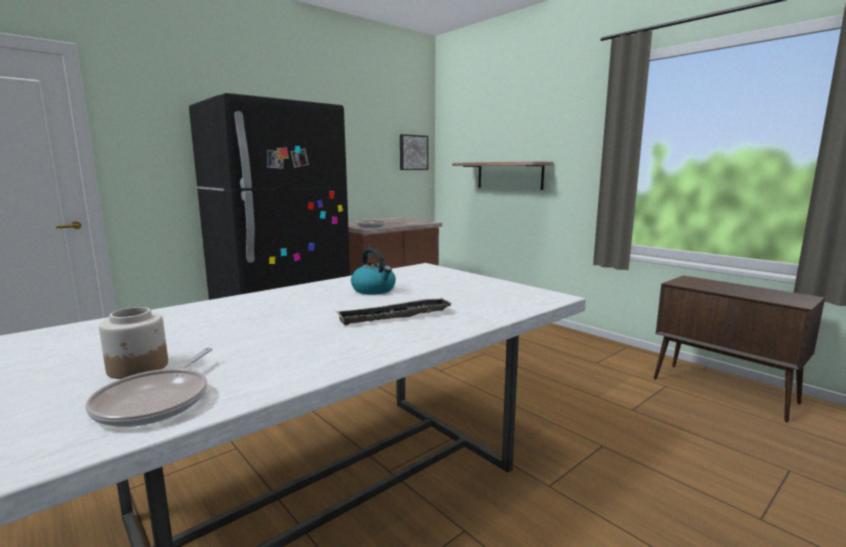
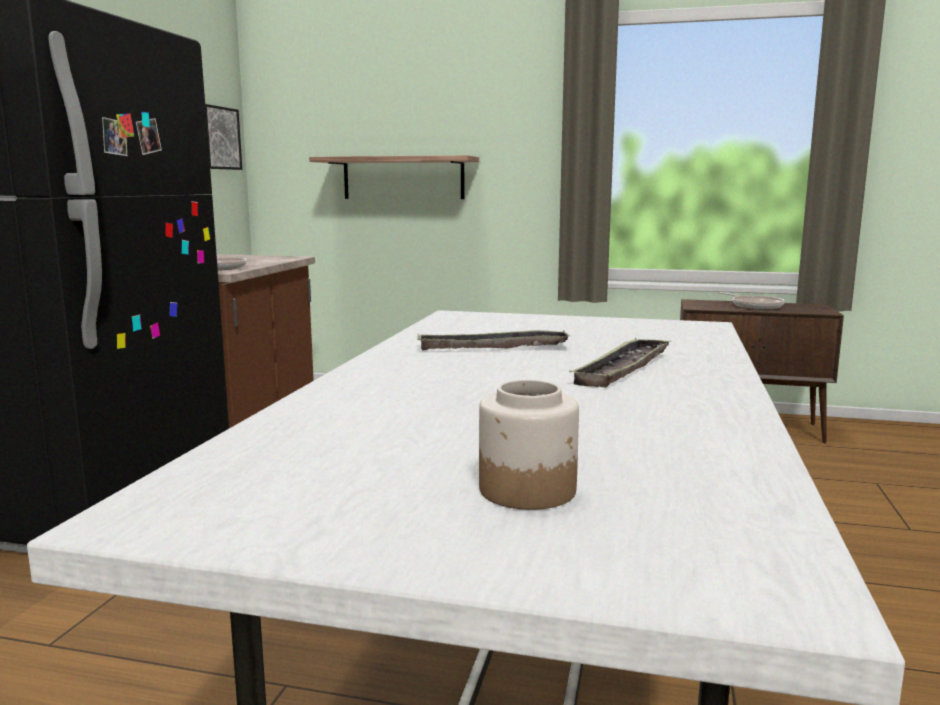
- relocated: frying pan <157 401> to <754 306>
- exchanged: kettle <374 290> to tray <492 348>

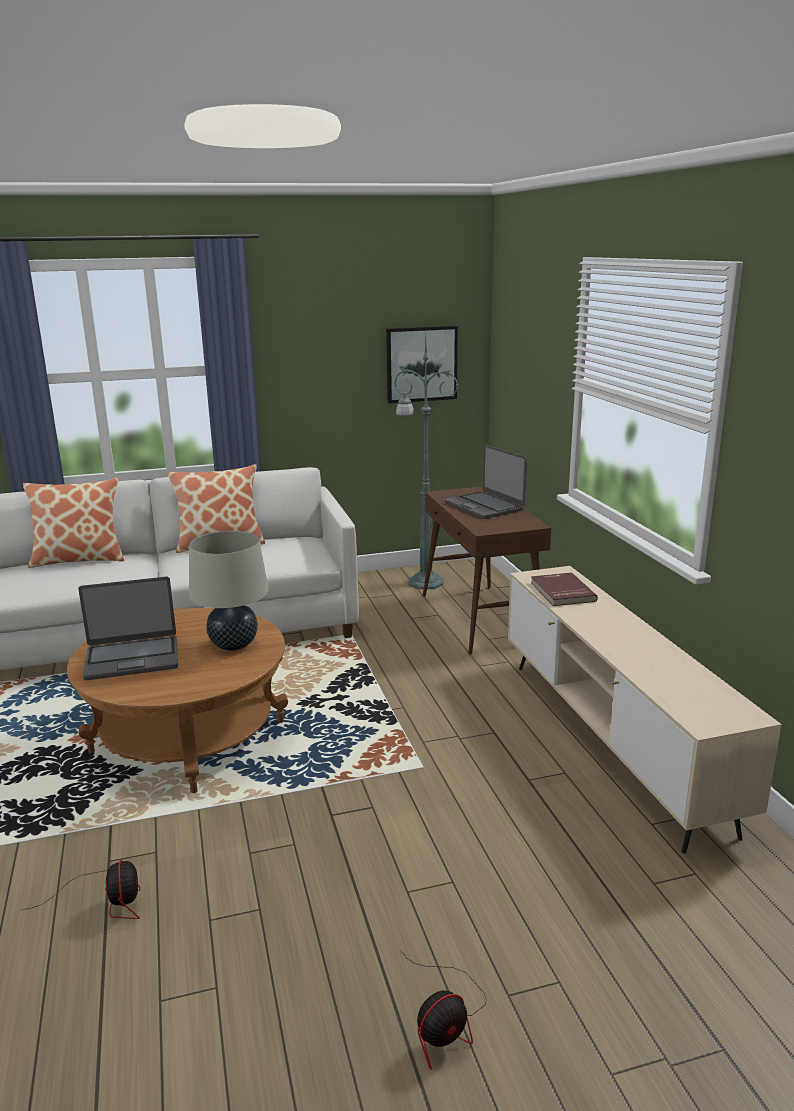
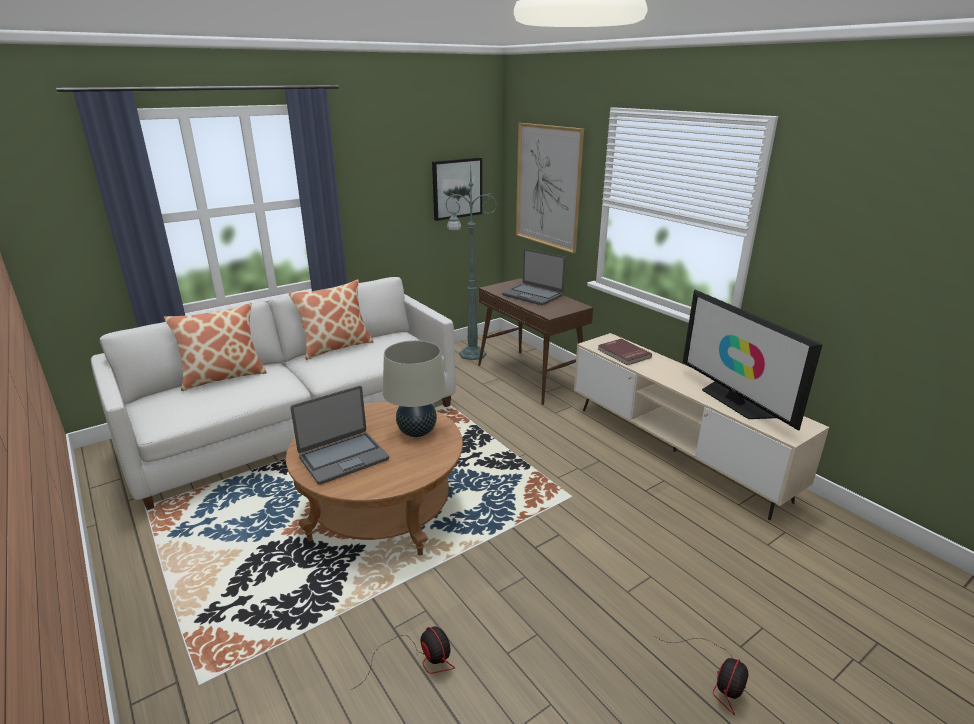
- appeared: picture <548 186>
- appeared: television <734 401>

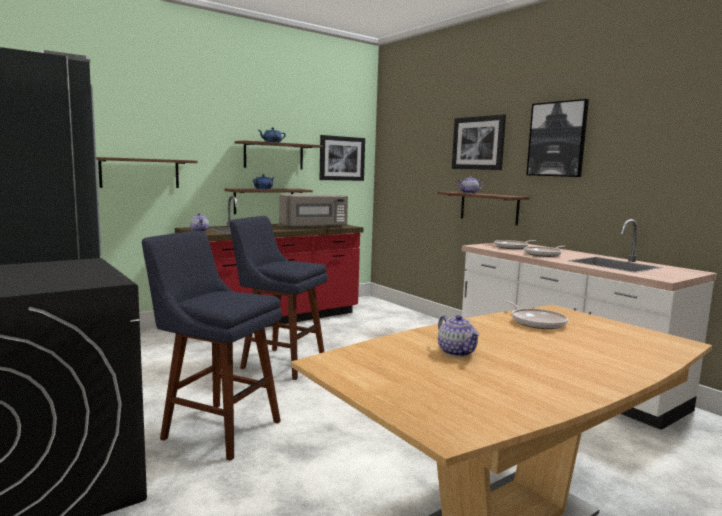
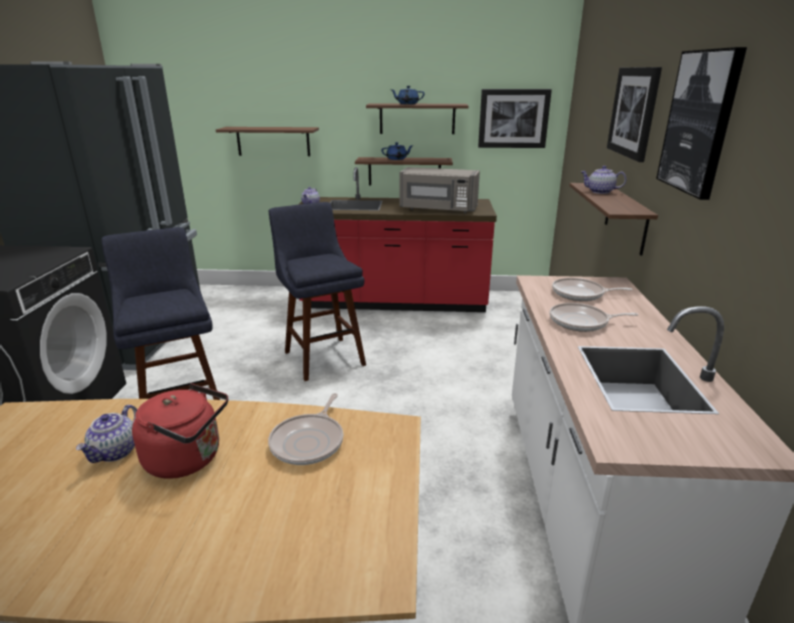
- appeared: kettle (red) <188 459>

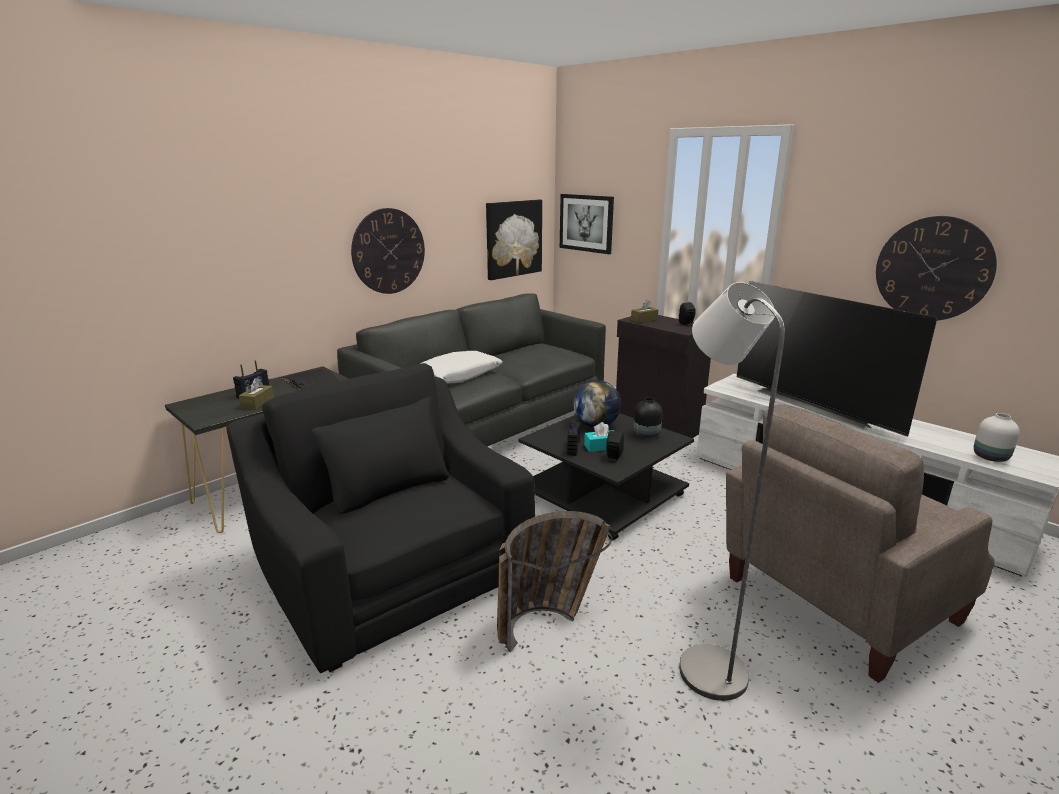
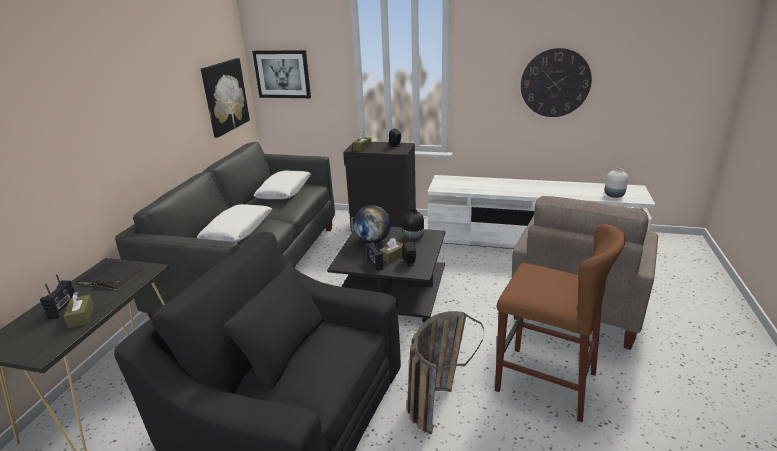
- missing: wall clock <388 251>
- colour: tissue box (turquoise) <601 446> to tissue box (brown) <393 256>
- exchanged: floor lamp (grey) <703 664> to stool (brown) <545 382>
- missing: television <816 405>
- appeared: pillow (white) <285 191>

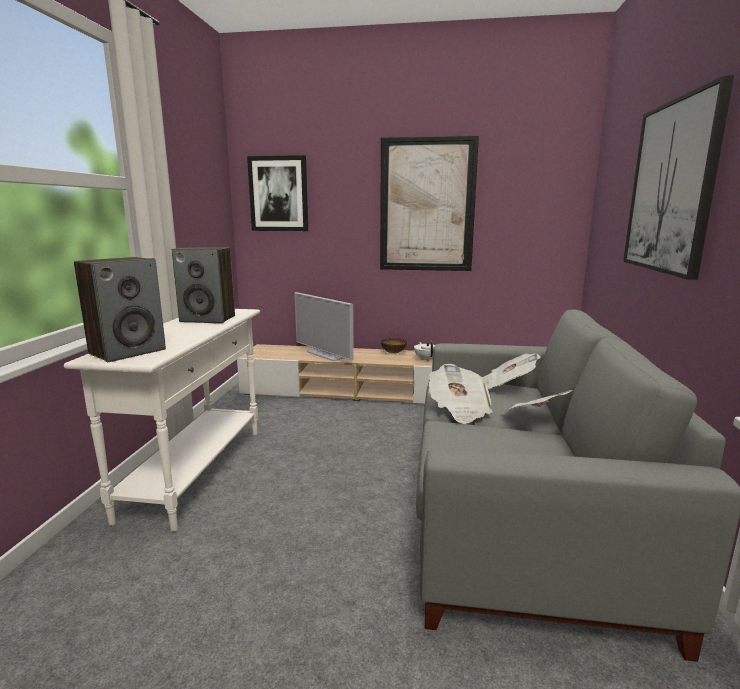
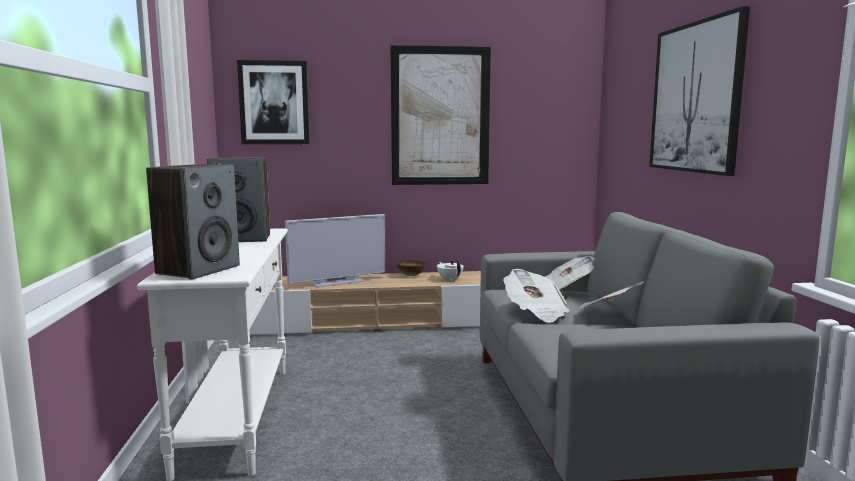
- spun: television <325 354> = <337 282> 60 degrees counterclockwise

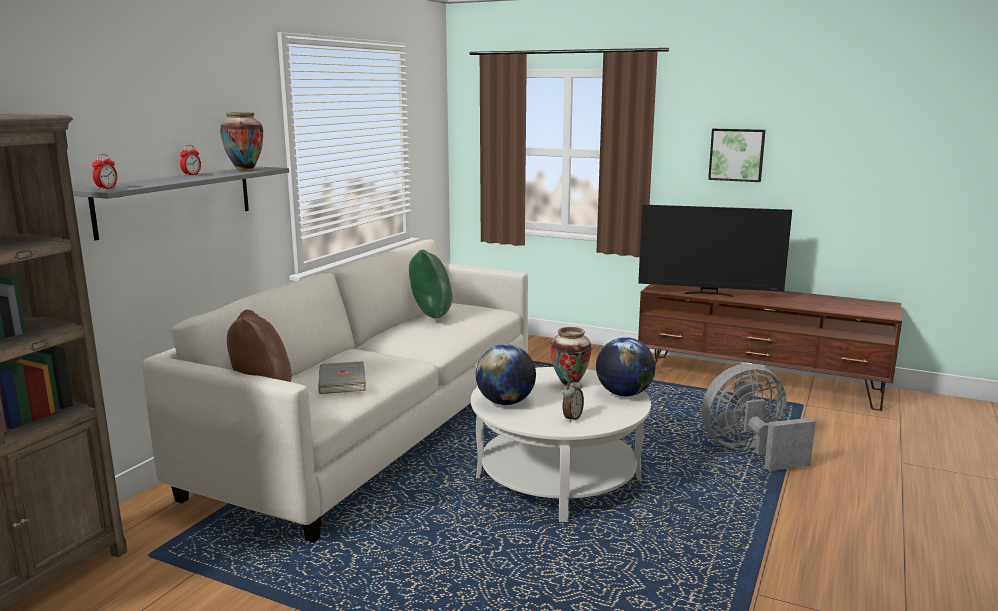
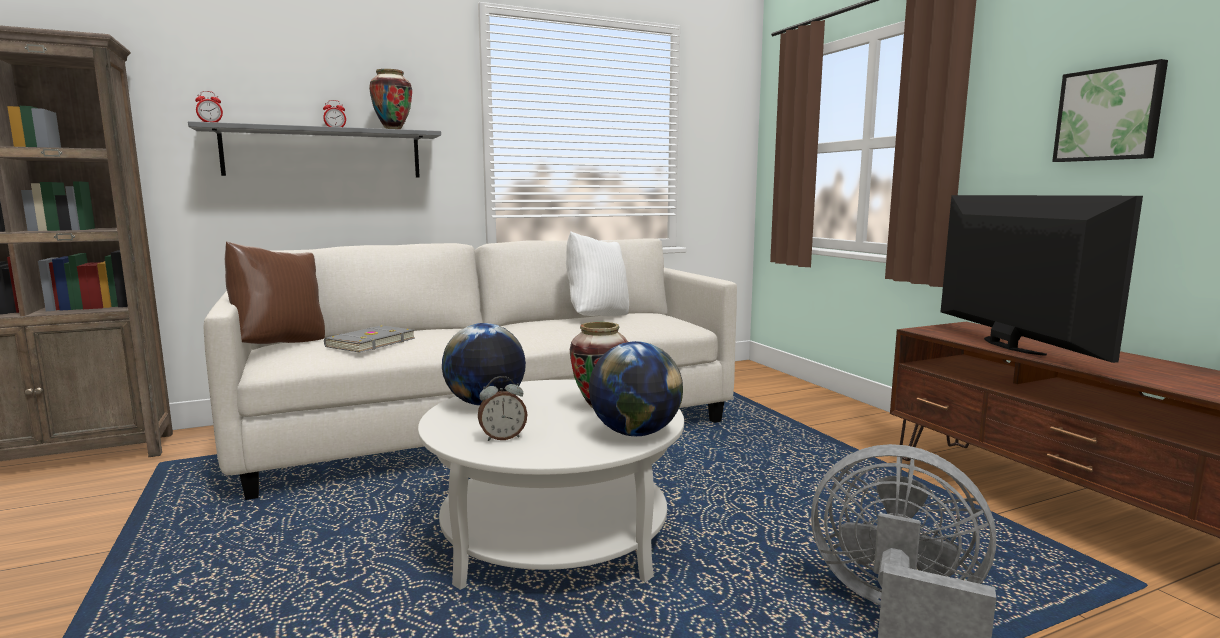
- colour: pillow (green) <429 317> to pillow (white) <597 317>
- spun: television <709 294> = <1007 346> 150 degrees counterclockwise

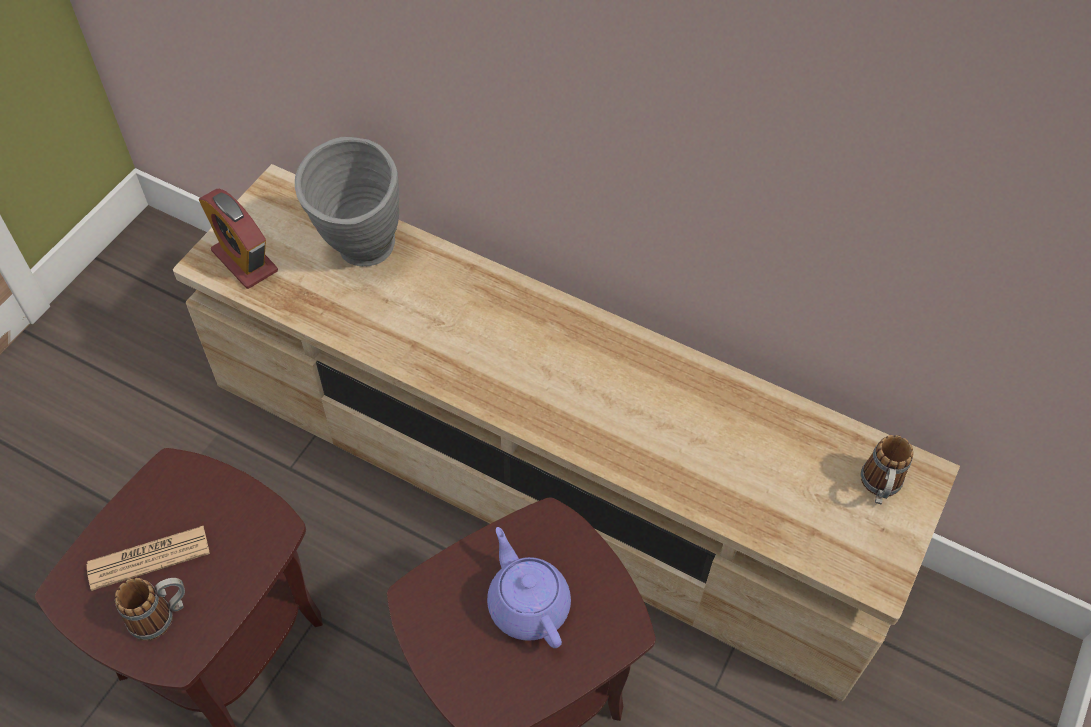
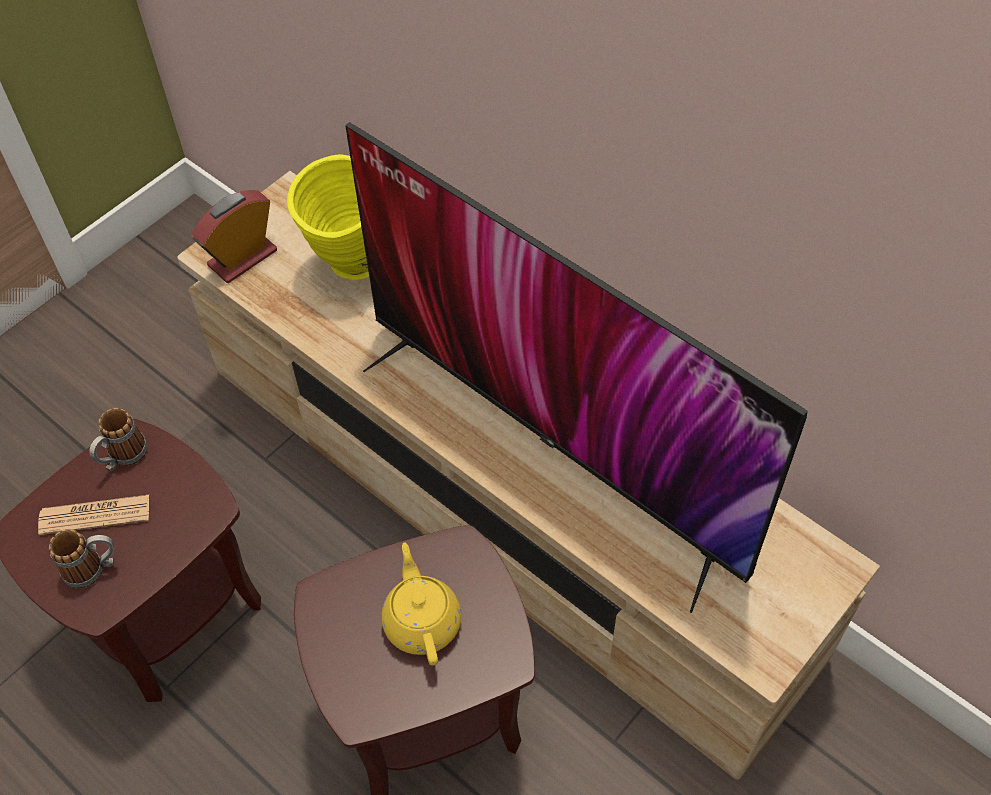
- spun: alarm clock <244 261> = <242 258> 75 degrees clockwise
- colour: vase (grey) <360 255> to vase (yellow) <349 268>
- colour: teapot (purple) <527 604> to teapot (yellow) <422 621>
- relocated: mug <879 488> to <123 457>
- appeared: television <556 443>

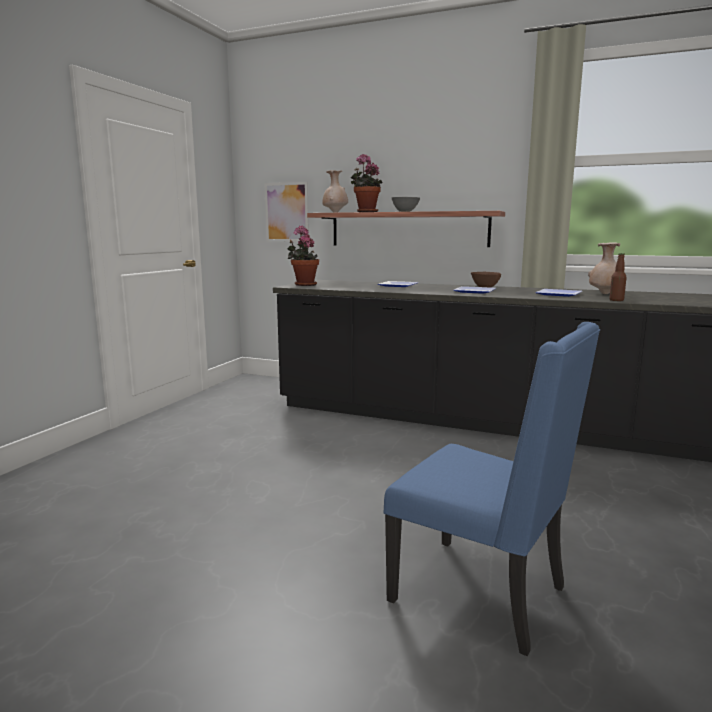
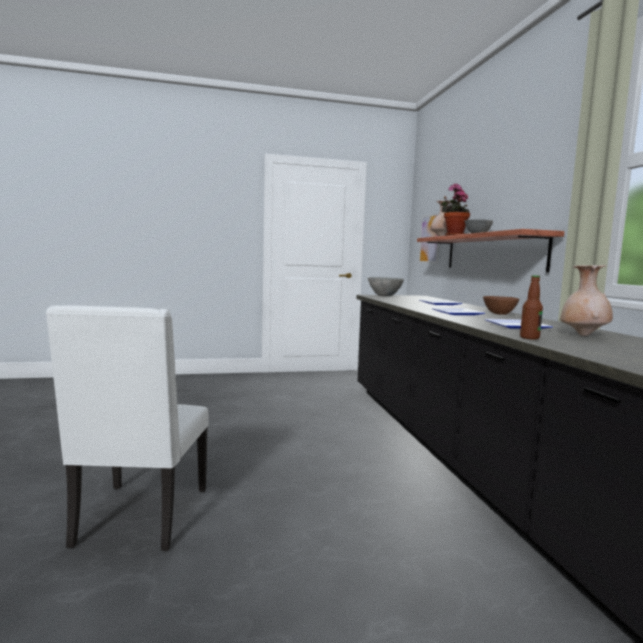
- exchanged: potted plant <304 285> to bowl (grey) <384 296>
- colour: chair (blue) <482 594> to chair (white) <140 517>

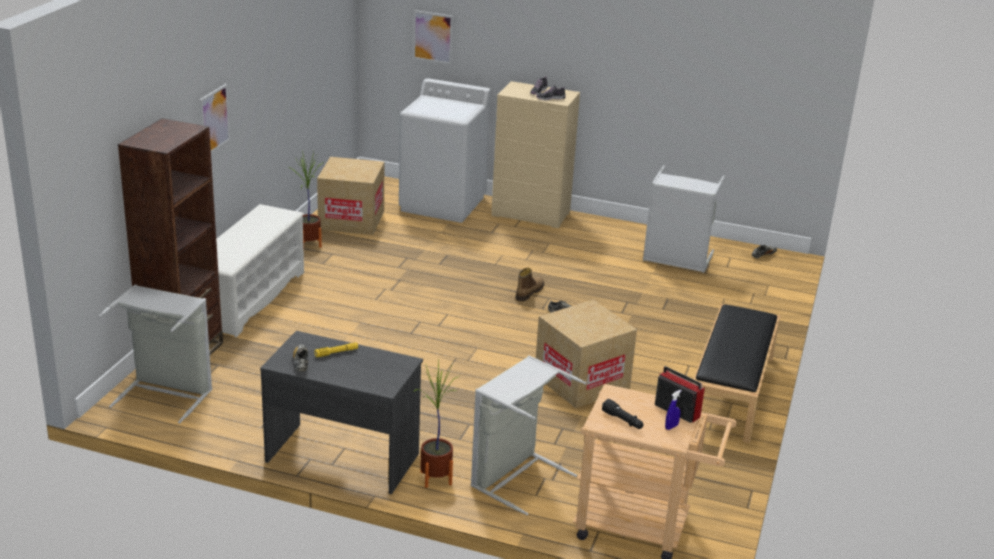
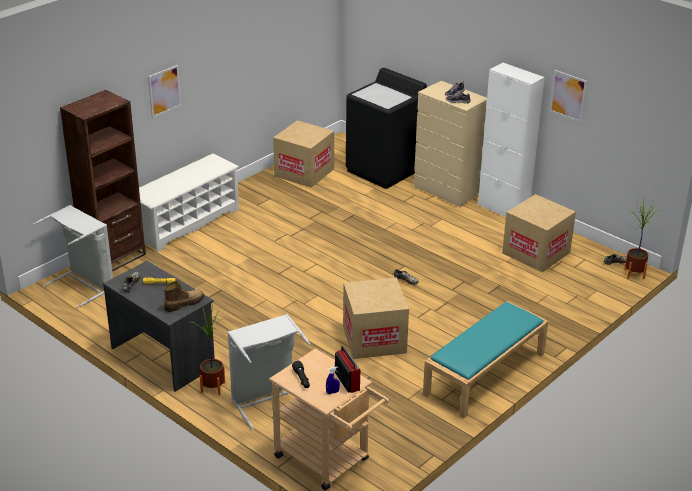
- relocated: potted plant <309 244> to <634 274>
- colour: washing machine (white) <443 204> to washing machine (black) <384 170>
- relocated: picture <433 37> to <568 96>
- relocated: boot <528 292> to <184 304>
- exchanged: laundry basket (grey) <676 260> to cardboard box <536 253>
- colour: bench (black) <731 392> to bench (turquoise) <484 374>
- appeared: cabinet (white) <503 209>

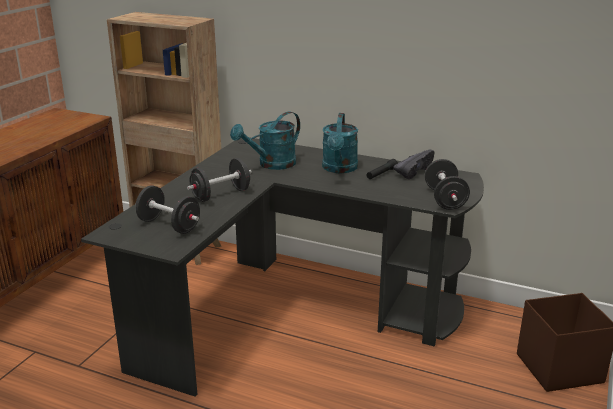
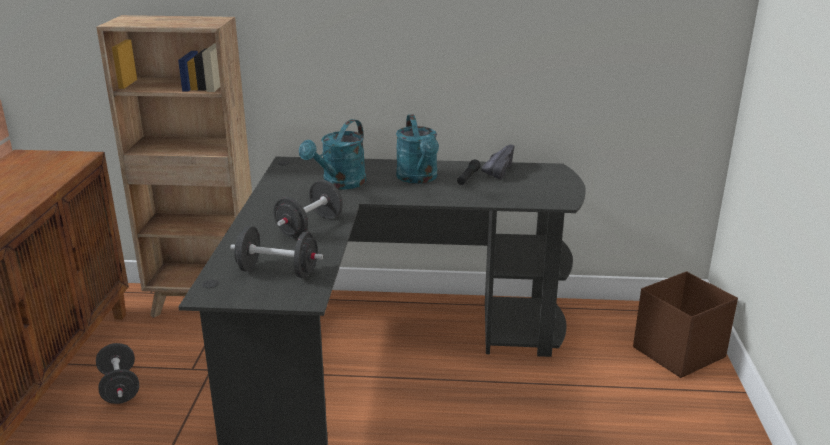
- relocated: dumbbell (black) <444 199> to <120 387>

